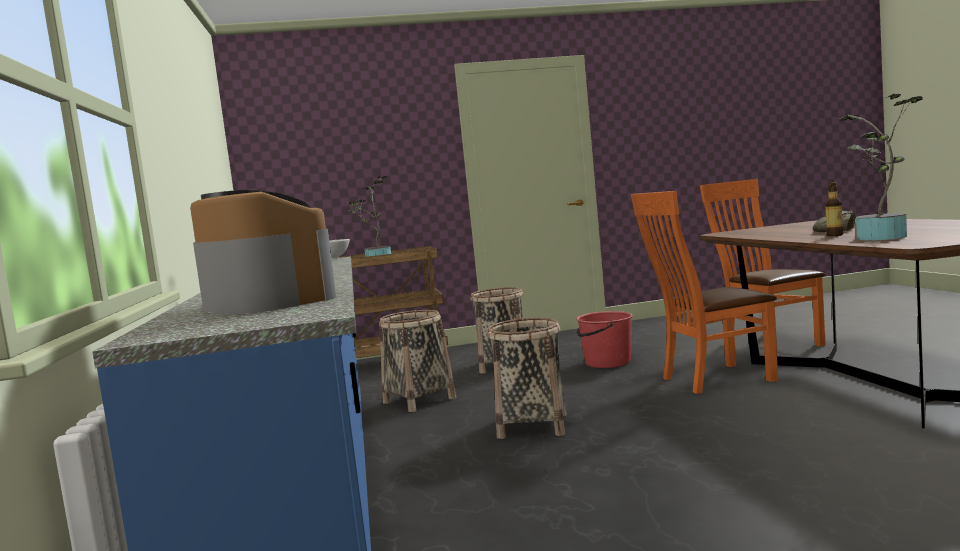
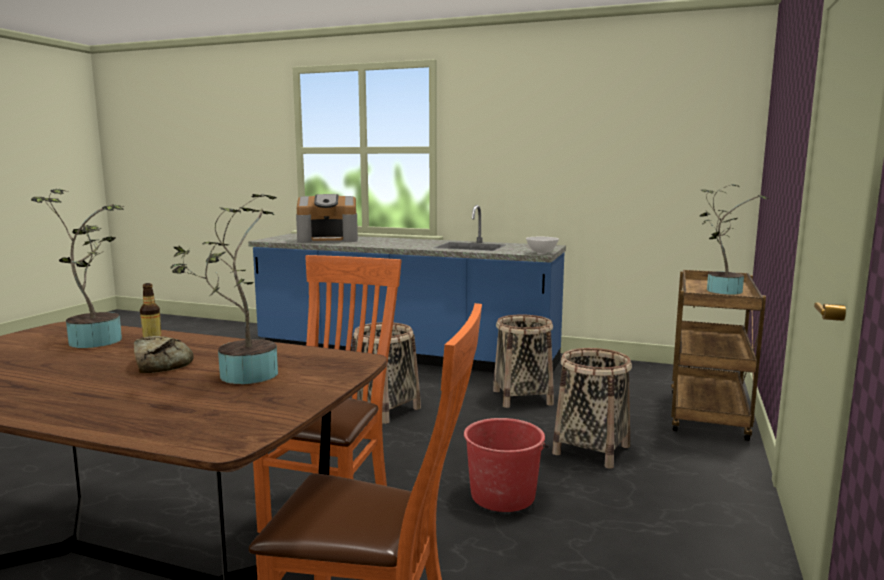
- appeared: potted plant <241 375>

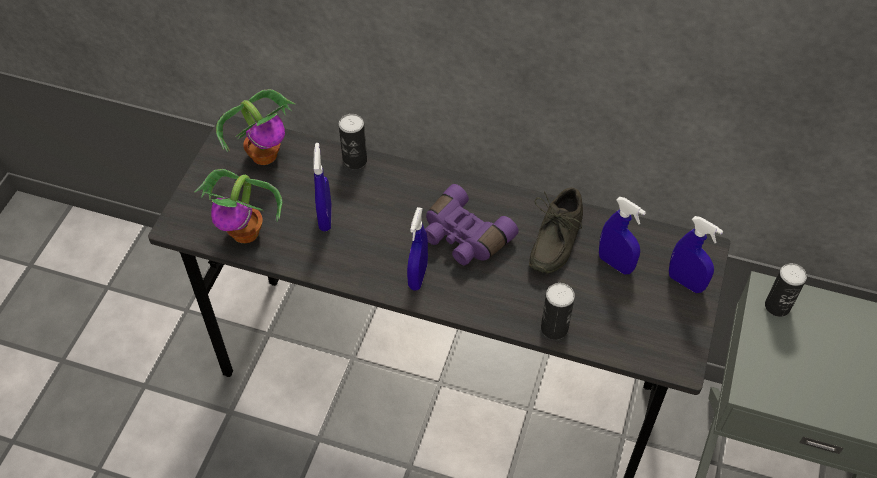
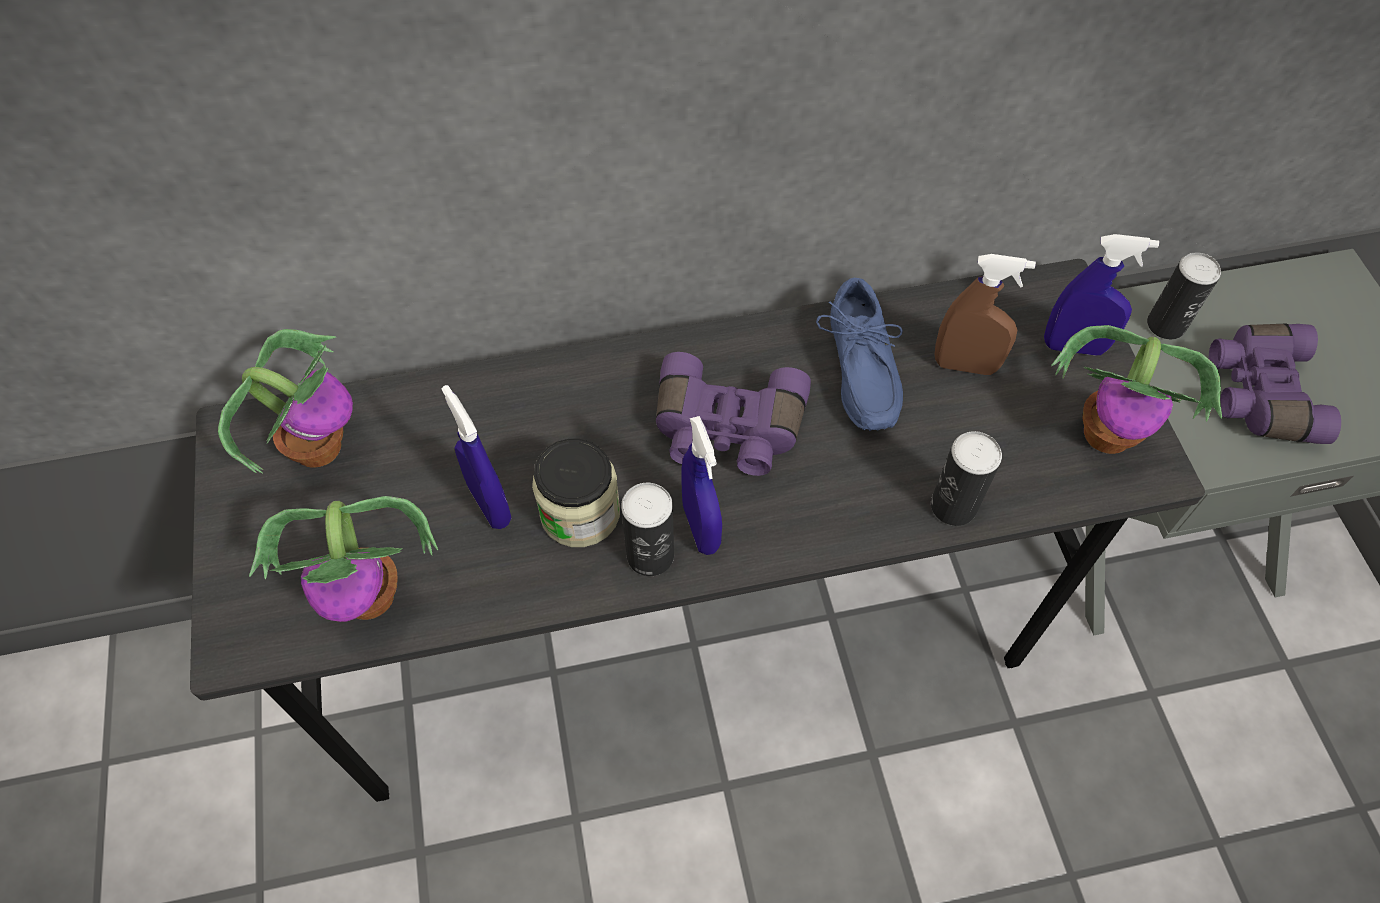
- relocated: can <355 160> to <650 555>
- colour: shoe (grey) <552 240> to shoe (blue) <856 372>
- colour: spray bottle (blue) <615 264> to spray bottle (brown) <965 365>
- appeared: jar <580 513>
- appeared: potted plant <1109 434>
- appeared: binoculars (purple) <1257 393>

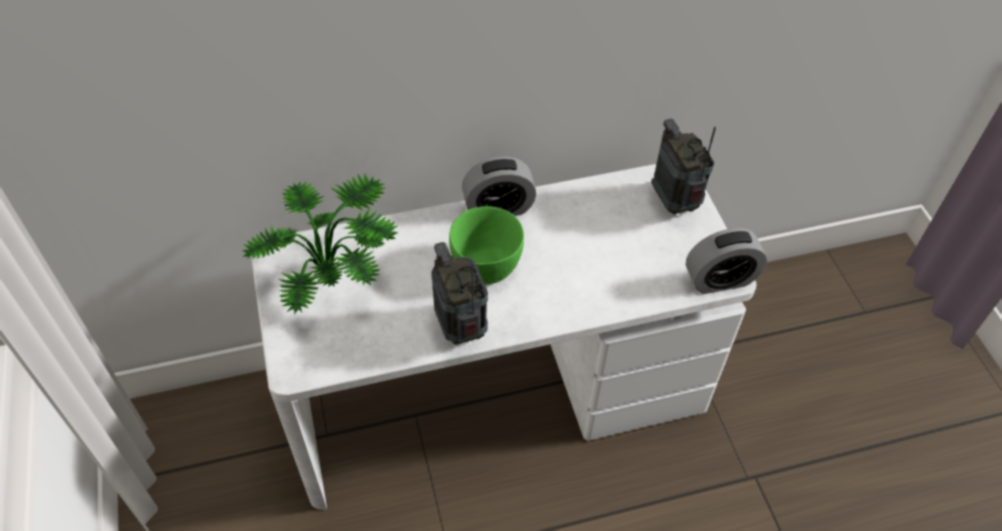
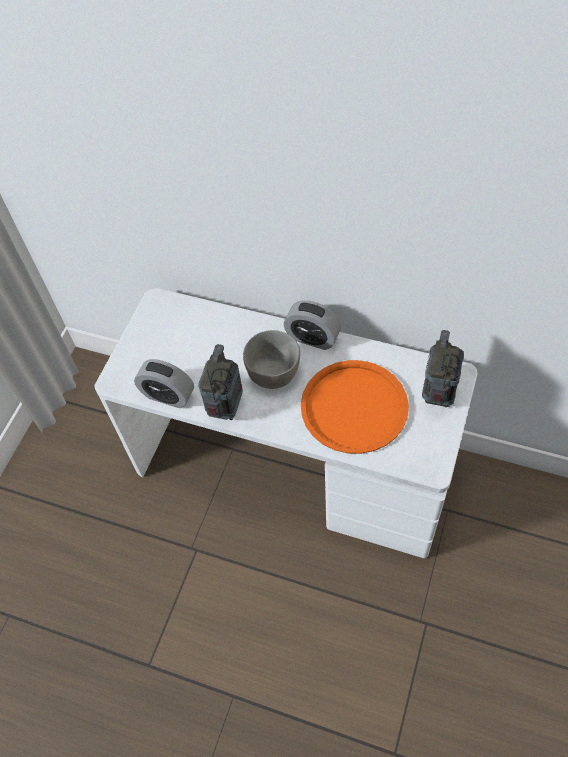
- missing: potted plant <334 275>
- colour: bowl (green) <487 266> to bowl (grey) <274 374>
- relocated: alarm clock <720 280> to <168 395>
- appeared: tray (orange) <354 407>

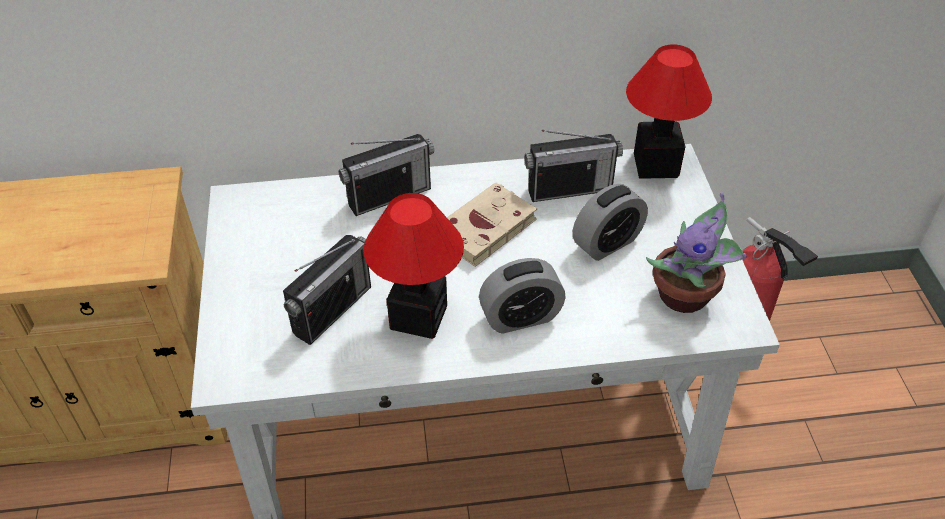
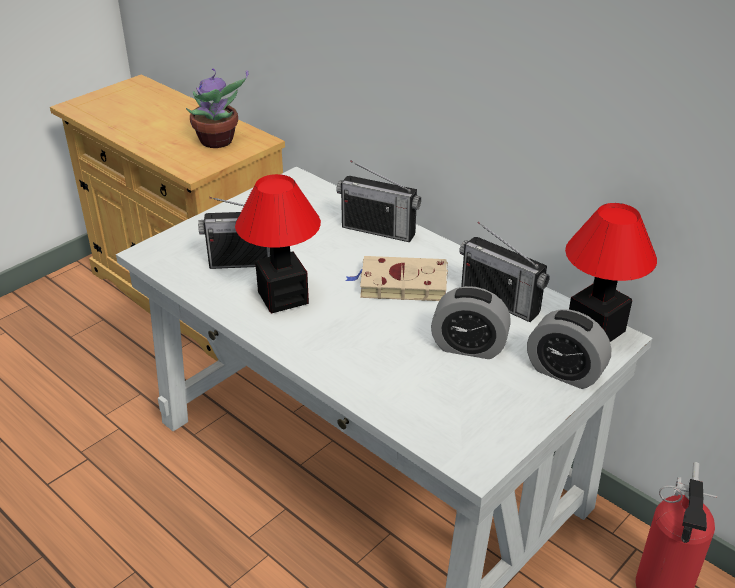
- relocated: alarm clock <521 317> to <564 372>
- relocated: potted plant <686 297> to <217 142>

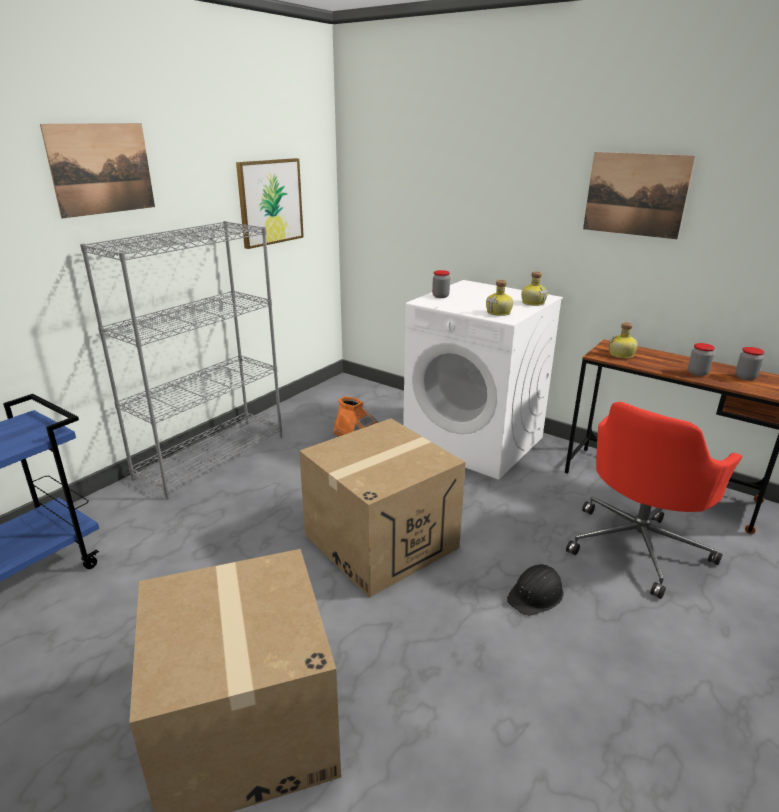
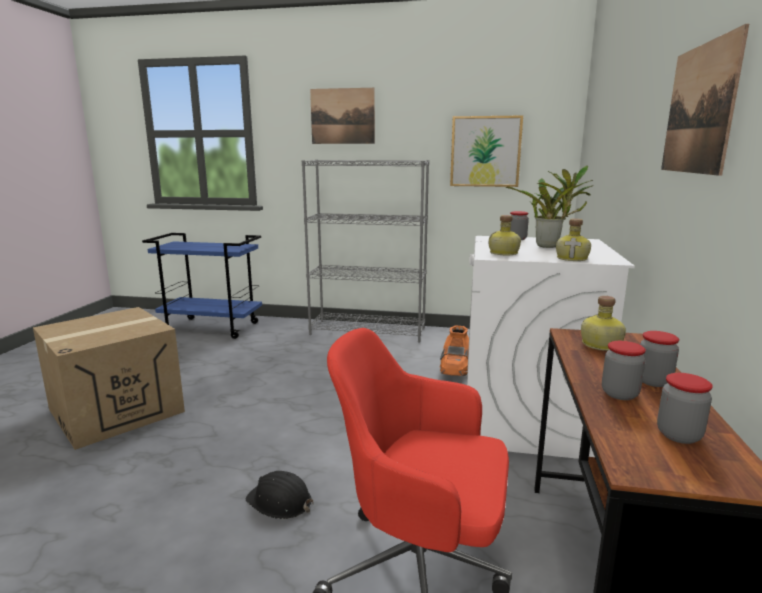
- missing: cardboard box <381 541>
- appeared: potted plant <550 246>
- appeared: jar <653 381>

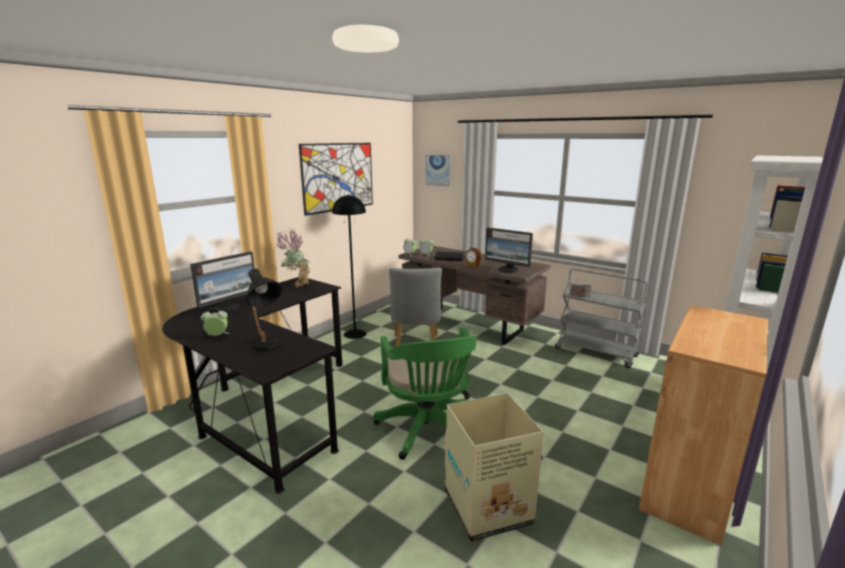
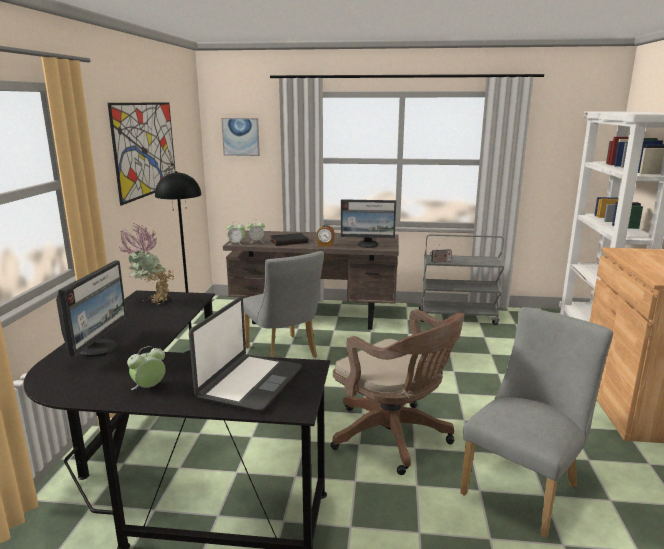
- exchanged: table lamp (black) <268 348> to laptop <249 383>
- colour: office chair (green) <427 432> to office chair (brown) <395 438>
- exchanged: cardboard box <489 507> to chair (grey) <525 486>

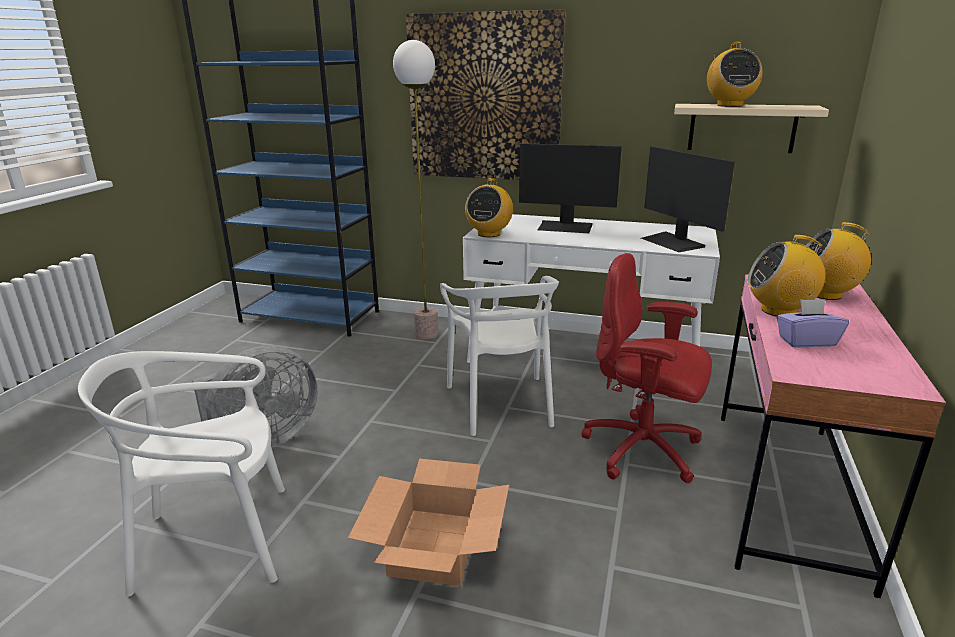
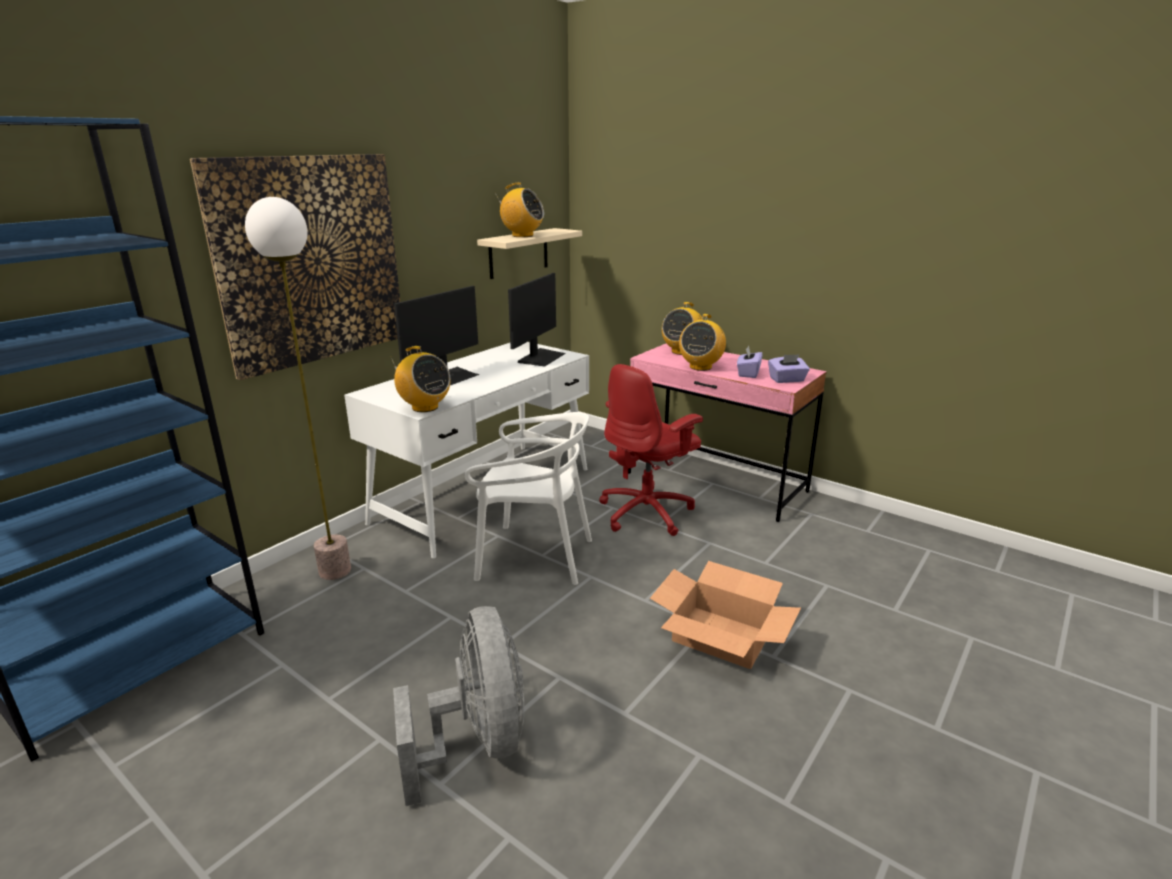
- missing: chair (white) <216 541>
- spun: monitor <673 242> = <541 357> 60 degrees counterclockwise
- appeared: tissue box (purple) <787 380>

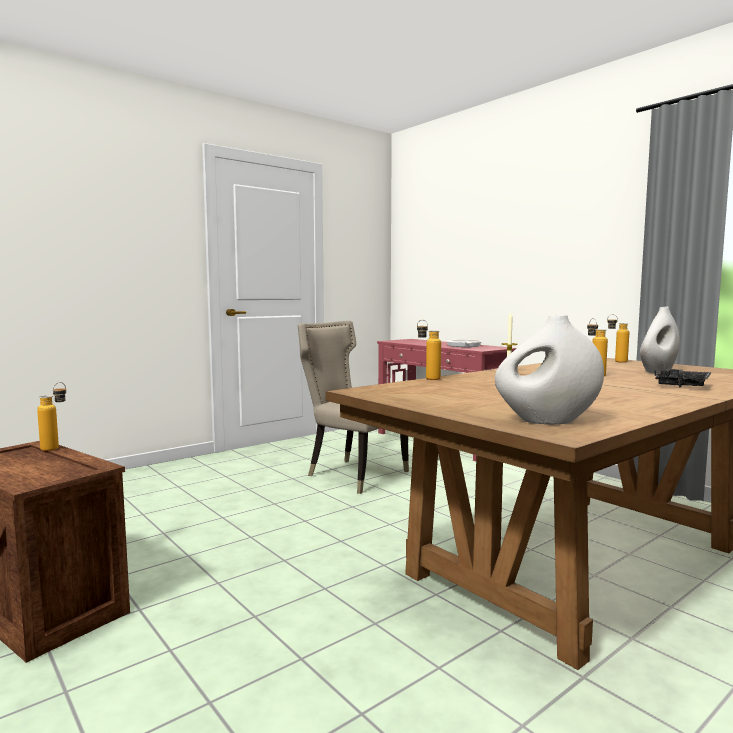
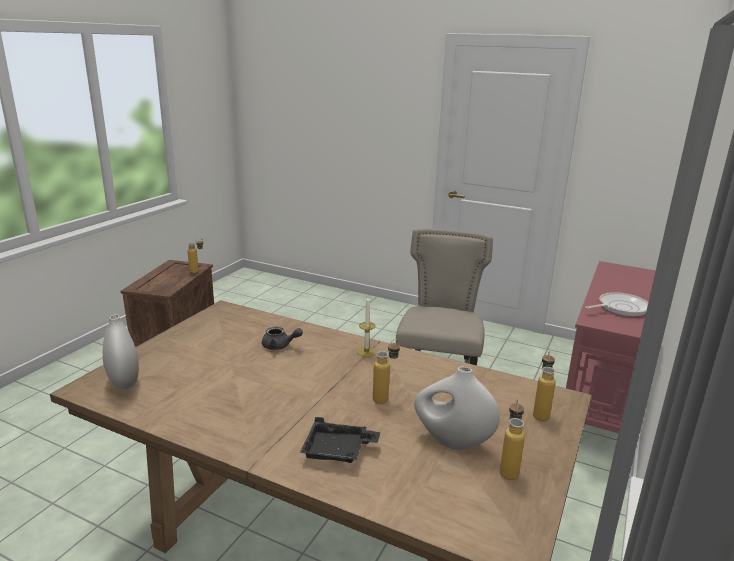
- relocated: bottle <427 378> to <509 469>
- appeared: teapot (grey) <280 346>

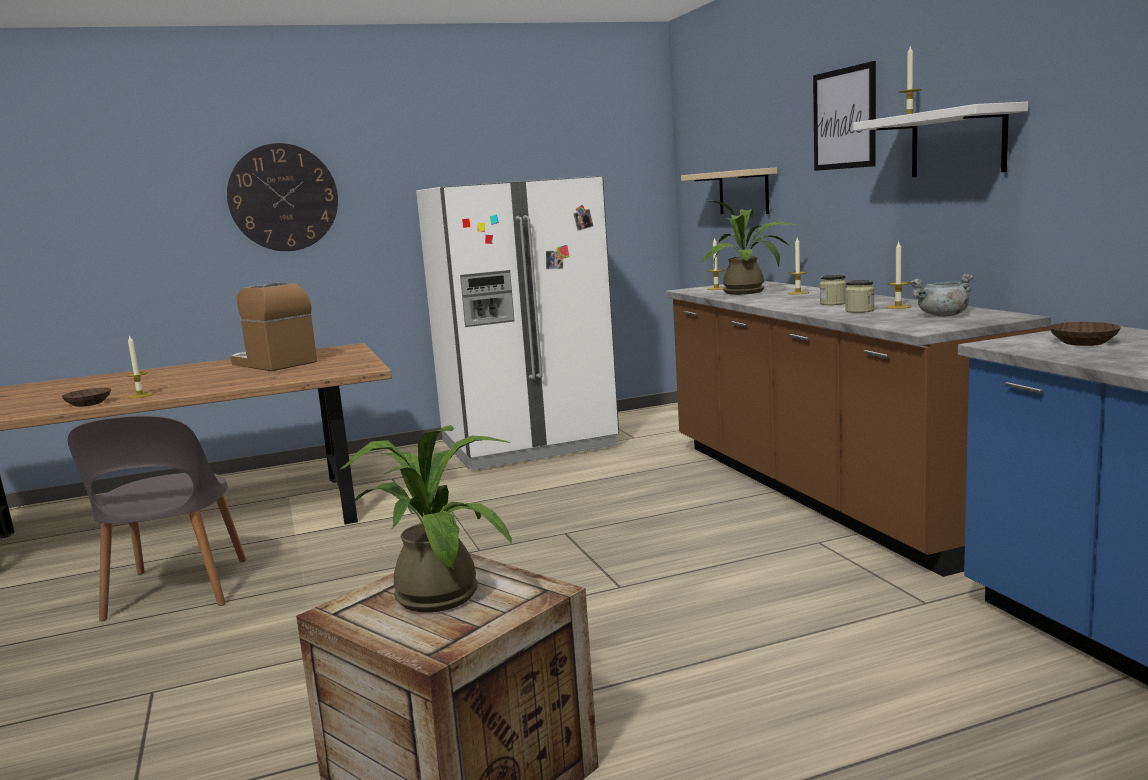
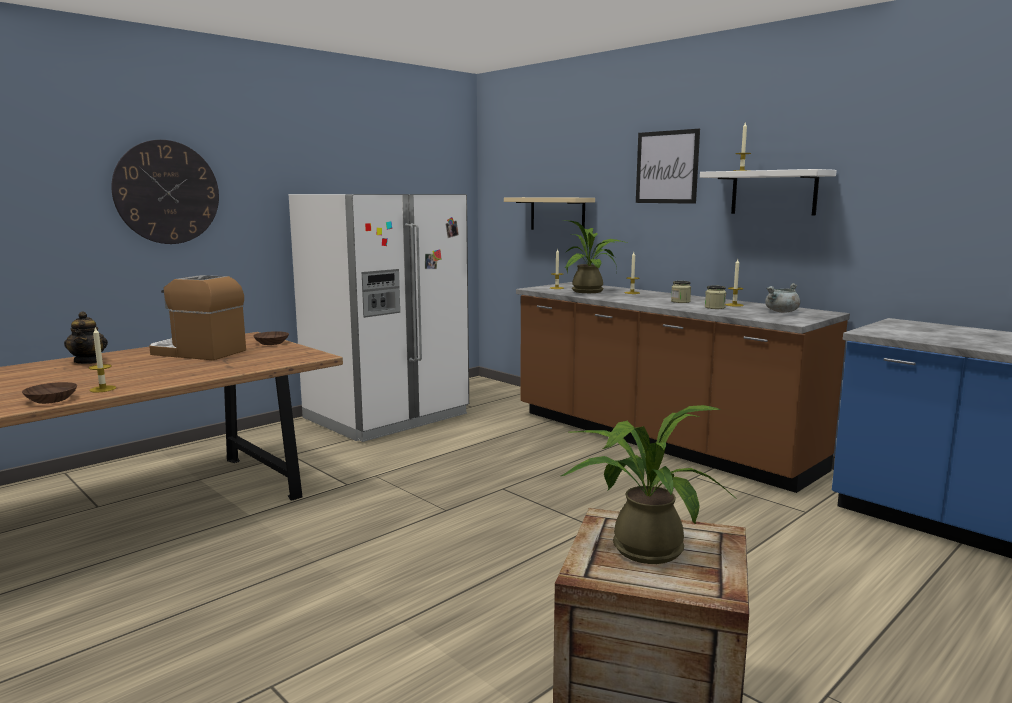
- missing: chair (grey) <175 591>
- relocated: bowl (brown) <1083 342> to <272 343>
- appeared: teapot <89 361>

